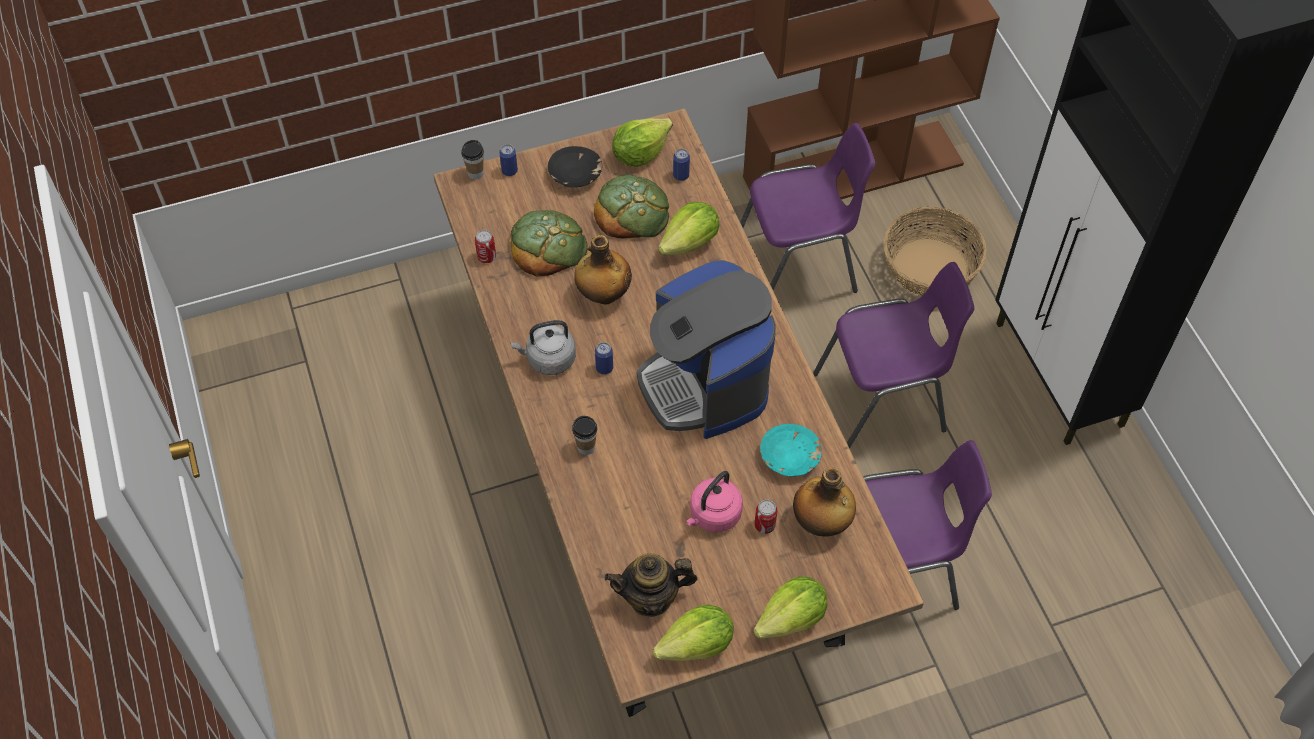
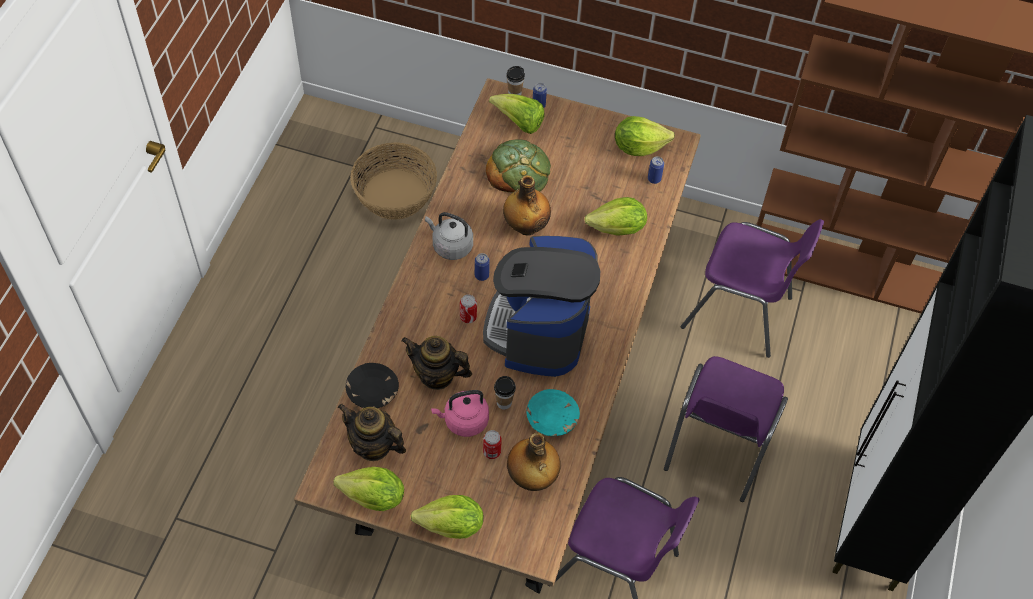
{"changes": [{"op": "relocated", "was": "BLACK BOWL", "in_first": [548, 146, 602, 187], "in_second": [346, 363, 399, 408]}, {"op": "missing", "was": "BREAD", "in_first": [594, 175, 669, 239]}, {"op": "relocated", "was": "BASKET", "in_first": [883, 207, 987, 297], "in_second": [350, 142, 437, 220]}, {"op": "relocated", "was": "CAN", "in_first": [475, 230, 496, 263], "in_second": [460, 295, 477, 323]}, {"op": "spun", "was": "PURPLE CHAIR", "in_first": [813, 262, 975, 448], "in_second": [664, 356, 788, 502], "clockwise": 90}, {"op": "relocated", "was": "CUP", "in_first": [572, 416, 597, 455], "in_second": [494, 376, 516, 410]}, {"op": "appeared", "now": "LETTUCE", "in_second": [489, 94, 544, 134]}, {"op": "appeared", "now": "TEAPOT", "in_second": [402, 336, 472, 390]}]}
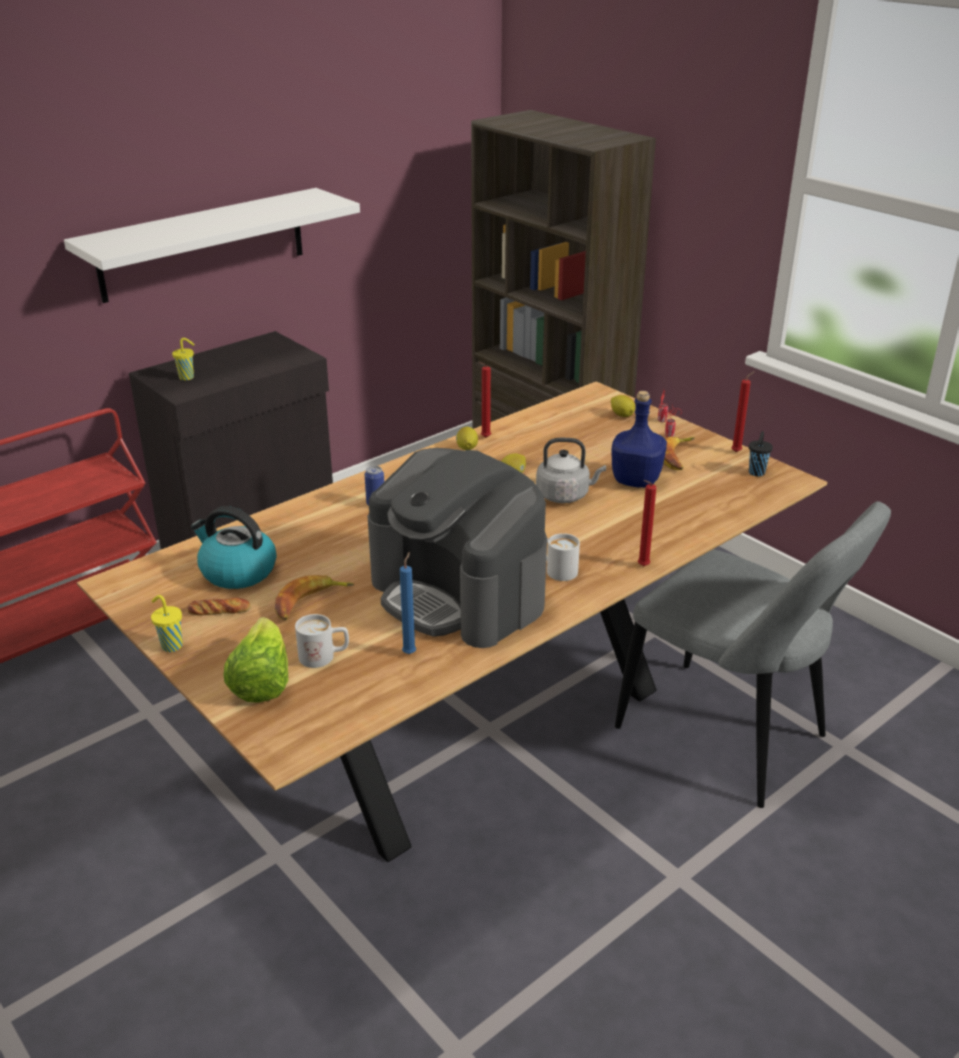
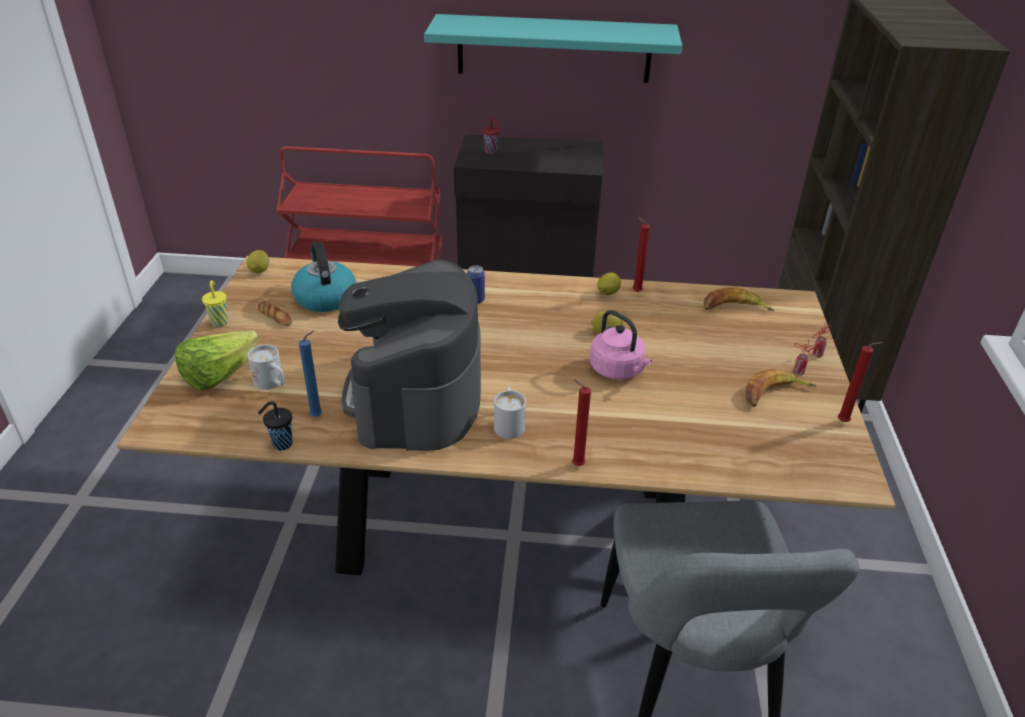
{"changes": [{"op": "colour", "was": "WHITE SHELF", "now": "TURQUOISE SHELF", "in_first": [64, 188, 360, 303], "in_second": [424, 14, 682, 83]}, {"op": "colour", "was": "YELLOW CUP", "now": "RED CUP", "in_first": [172, 338, 195, 380], "in_second": [482, 118, 500, 154]}, {"op": "missing", "was": "BLUE BOTTLE", "in_first": [611, 391, 667, 488]}, {"op": "relocated", "was": "LEMON", "in_first": [611, 395, 635, 417], "in_second": [247, 250, 269, 273]}, {"op": "relocated", "was": "BLACK CUP", "in_first": [749, 431, 773, 476], "in_second": [258, 401, 293, 451]}, {"op": "colour", "was": "GREY KETTLE", "now": "PINK KETTLE", "in_first": [536, 438, 606, 503], "in_second": [590, 310, 652, 380]}, {"op": "relocated", "was": "BANANA", "in_first": [275, 575, 354, 620], "in_second": [704, 287, 774, 311]}]}
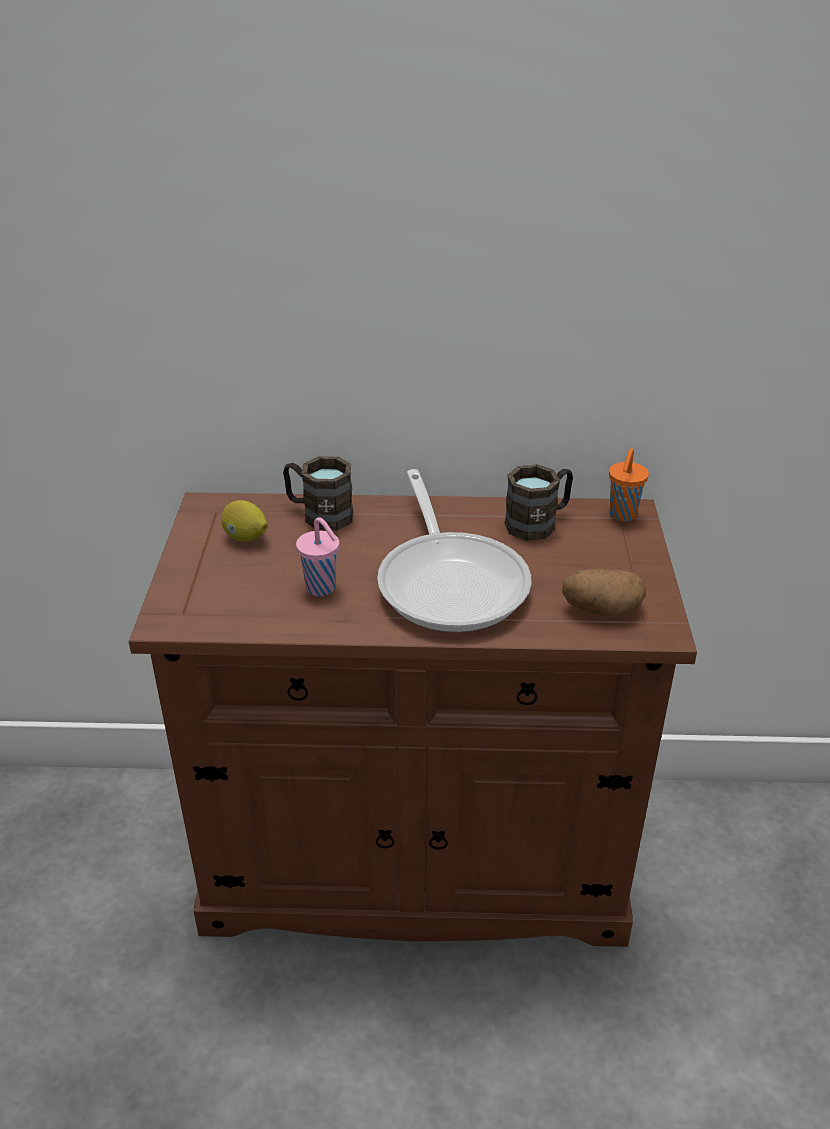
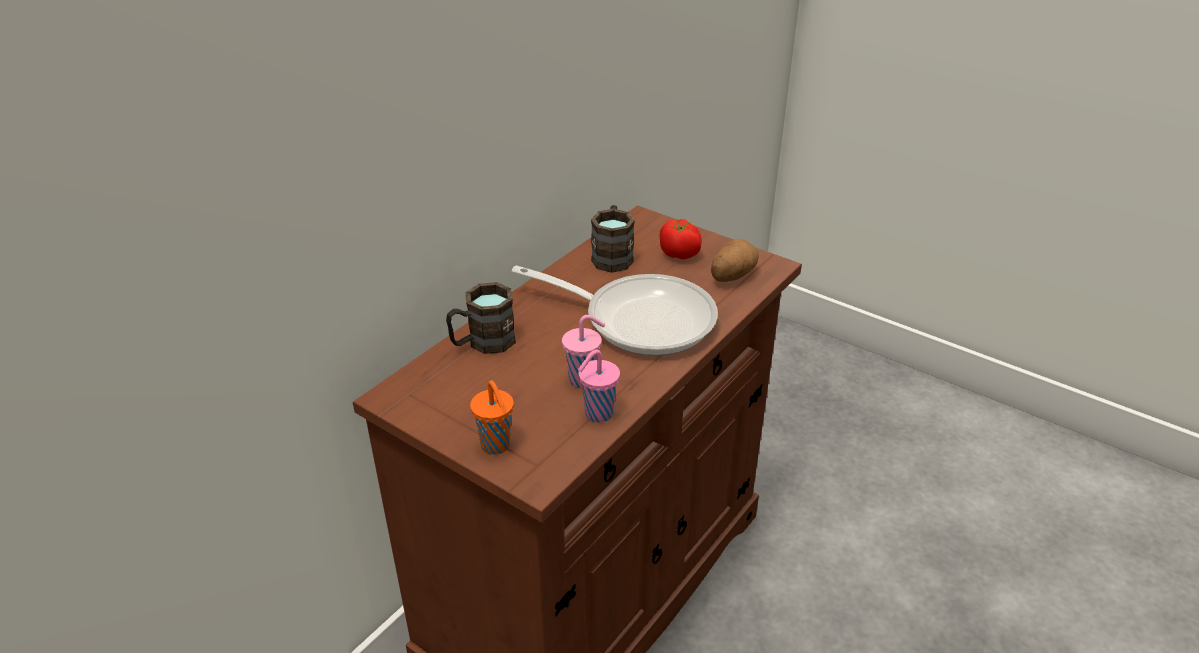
{"changes": [{"op": "relocated", "was": "ORANGE CUP", "in_first": [609, 448, 649, 522], "in_second": [470, 380, 514, 455]}, {"op": "missing", "was": "LEMON", "in_first": [221, 500, 268, 542]}, {"op": "appeared", "now": "TOMATO", "in_second": [659, 219, 702, 260]}, {"op": "appeared", "now": "PINK CUP", "in_second": [578, 350, 620, 423]}]}
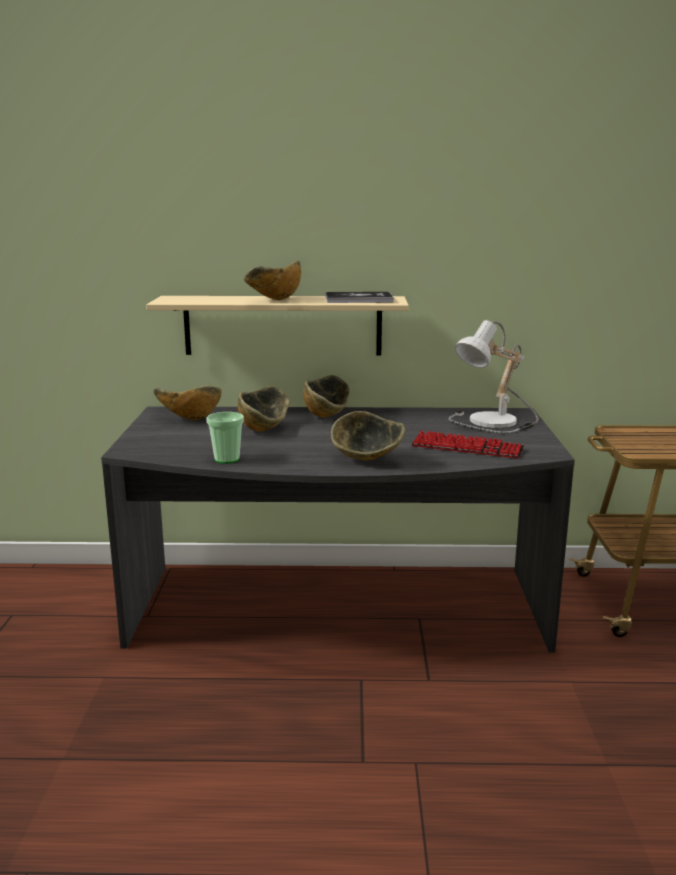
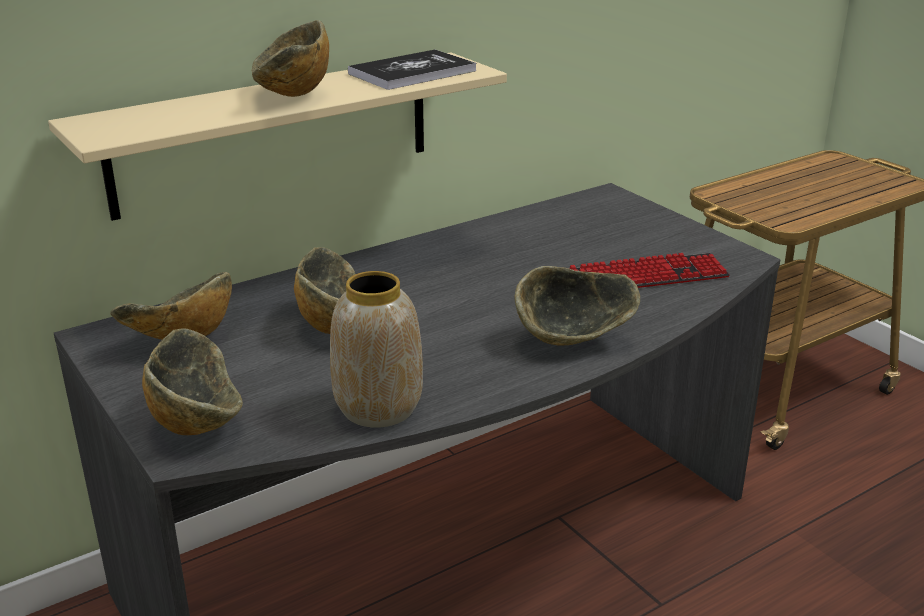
{"changes": [{"op": "missing", "was": "TABLE LAMP", "in_first": [449, 320, 539, 433]}, {"op": "relocated", "was": "BOWL", "in_first": [303, 375, 350, 418], "in_second": [142, 328, 243, 435]}, {"op": "exchanged", "was": "CUP", "now": "VASE", "in_first": [206, 412, 244, 464], "in_second": [330, 271, 423, 428]}]}
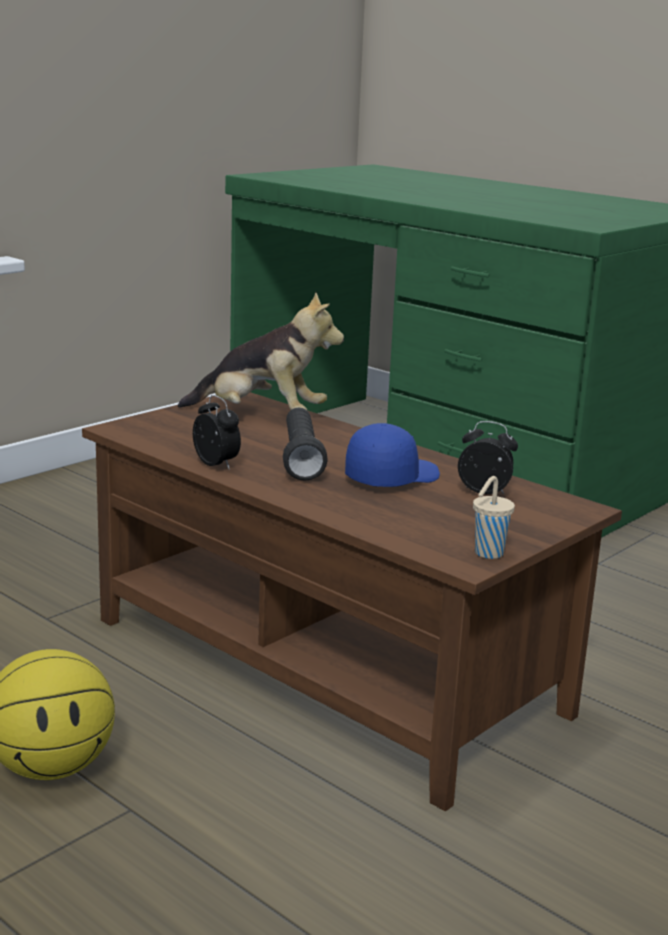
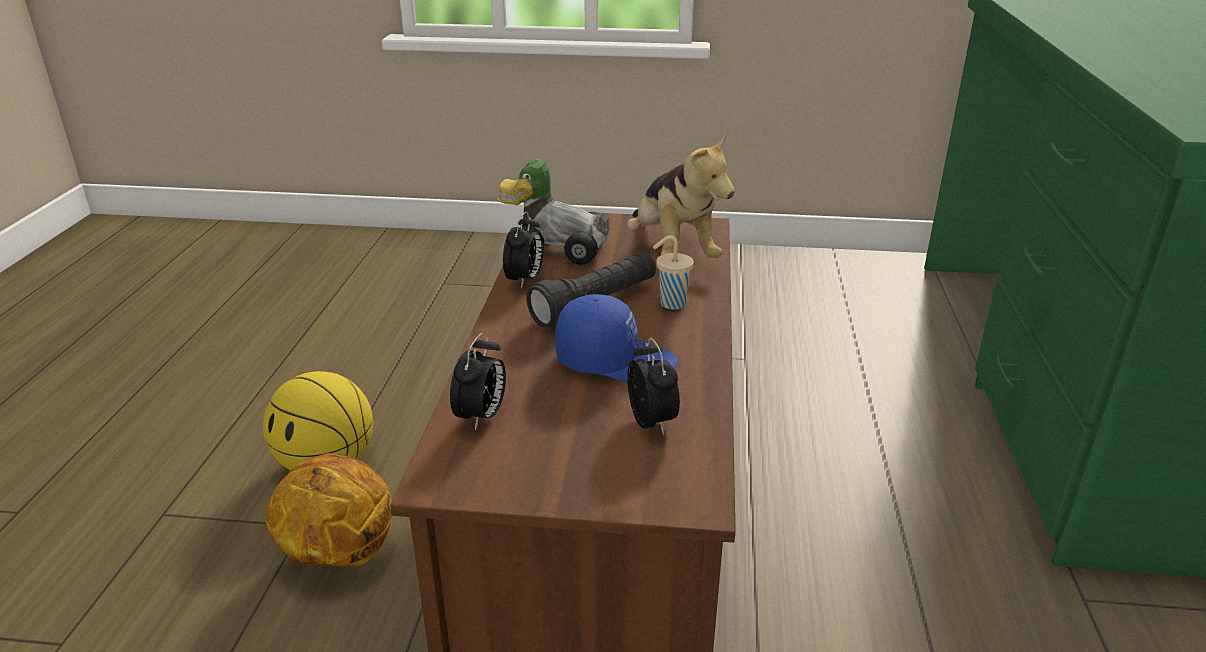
{"changes": [{"op": "relocated", "was": "BEIGE CUP", "in_first": [473, 476, 515, 559], "in_second": [653, 235, 694, 310]}, {"op": "appeared", "now": "TOY CAR", "in_second": [497, 160, 610, 265]}, {"op": "appeared", "now": "ALARM CLOCK", "in_second": [450, 333, 506, 431]}, {"op": "appeared", "now": "BASKETBALL", "in_second": [266, 453, 392, 566]}]}
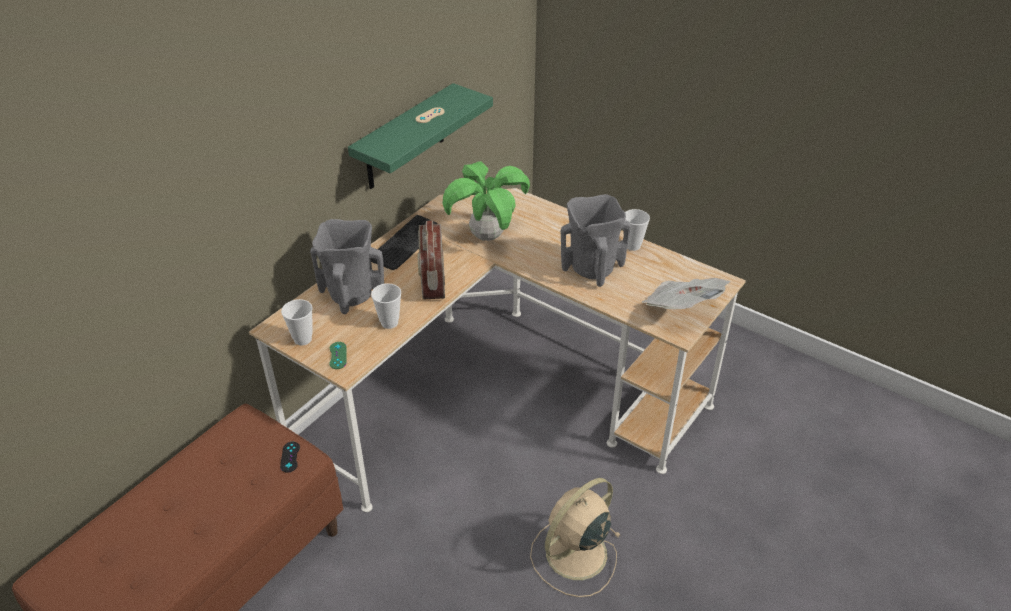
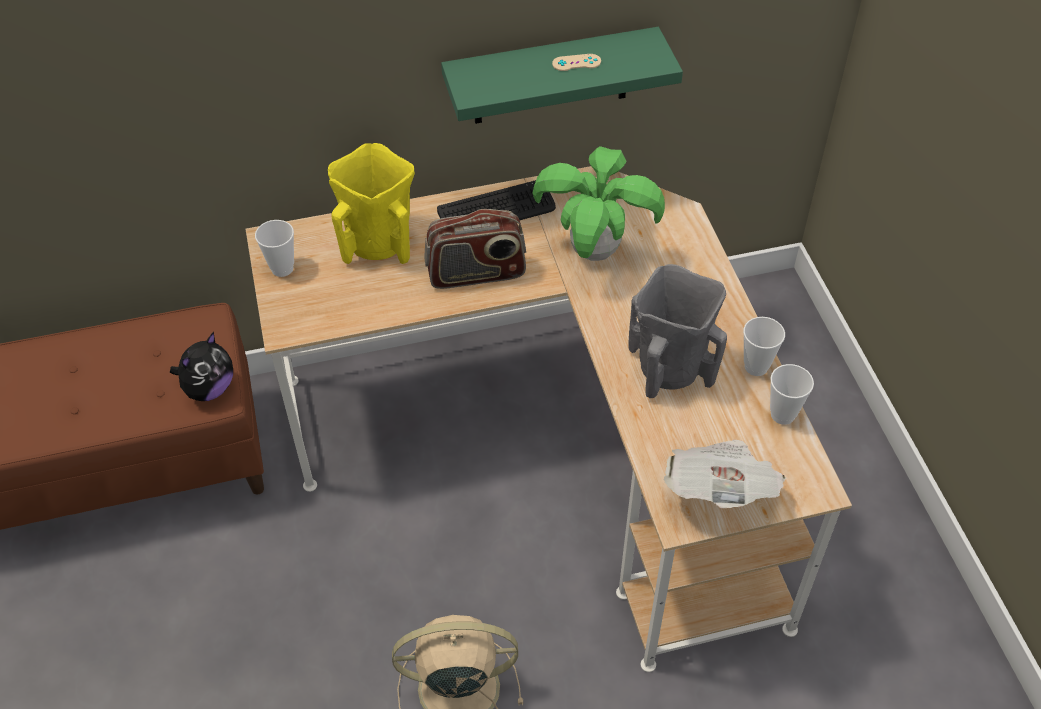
{"changes": [{"op": "colour", "was": "GREY VASE", "now": "YELLOW VASE", "in_first": [310, 219, 384, 314], "in_second": [328, 143, 415, 264]}, {"op": "spun", "was": "RADIO", "in_first": [418, 220, 445, 300], "in_second": [425, 209, 526, 289], "clockwise": -135}, {"op": "relocated", "was": "CUP", "in_first": [371, 283, 401, 329], "in_second": [770, 364, 814, 425]}, {"op": "missing", "was": "GREEN GAME CONTROLLER", "in_first": [329, 342, 347, 369]}, {"op": "exchanged", "was": "BLACK GAME CONTROLLER", "now": "PLUSH TOY", "in_first": [280, 442, 300, 473], "in_second": [170, 332, 233, 401]}]}
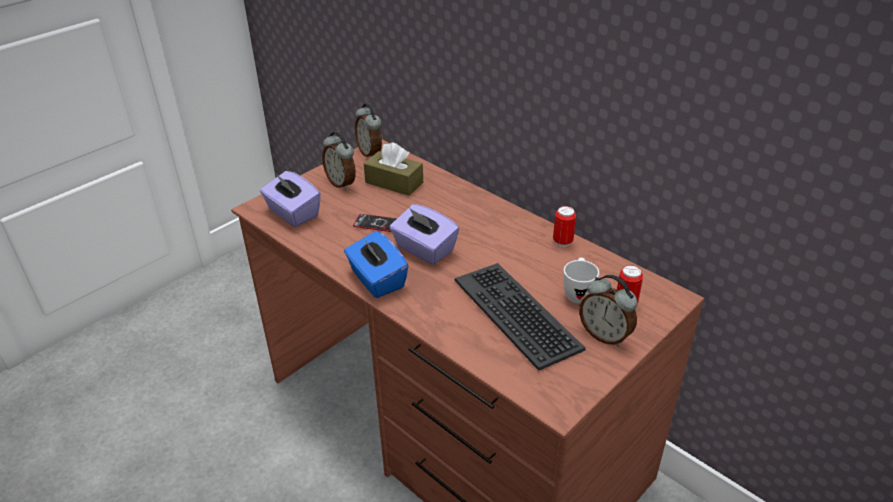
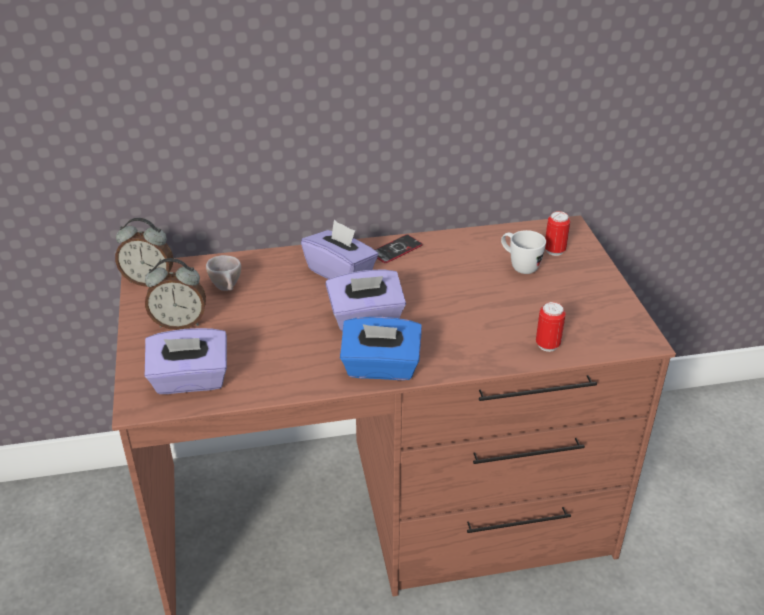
{"changes": [{"op": "exchanged", "was": "BROWN TISSUE BOX", "now": "BEIGE CUP", "in_first": [364, 142, 423, 196], "in_second": [206, 255, 241, 291]}, {"op": "relocated", "was": "CAN", "in_first": [553, 206, 576, 247], "in_second": [536, 302, 566, 352]}, {"op": "relocated", "was": "PHONE", "in_first": [353, 214, 397, 232], "in_second": [375, 235, 423, 263]}, {"op": "missing", "was": "KEYBOARD", "in_first": [454, 263, 586, 371]}, {"op": "missing", "was": "ALARM CLOCK", "in_first": [579, 274, 637, 347]}, {"op": "appeared", "now": "PURPLE TISSUE BOX", "in_second": [301, 220, 379, 279]}]}
